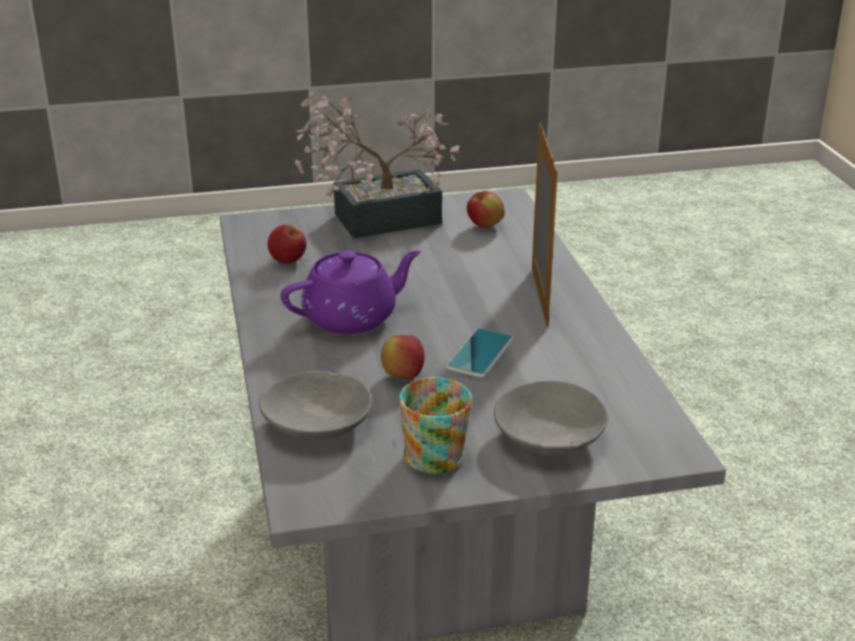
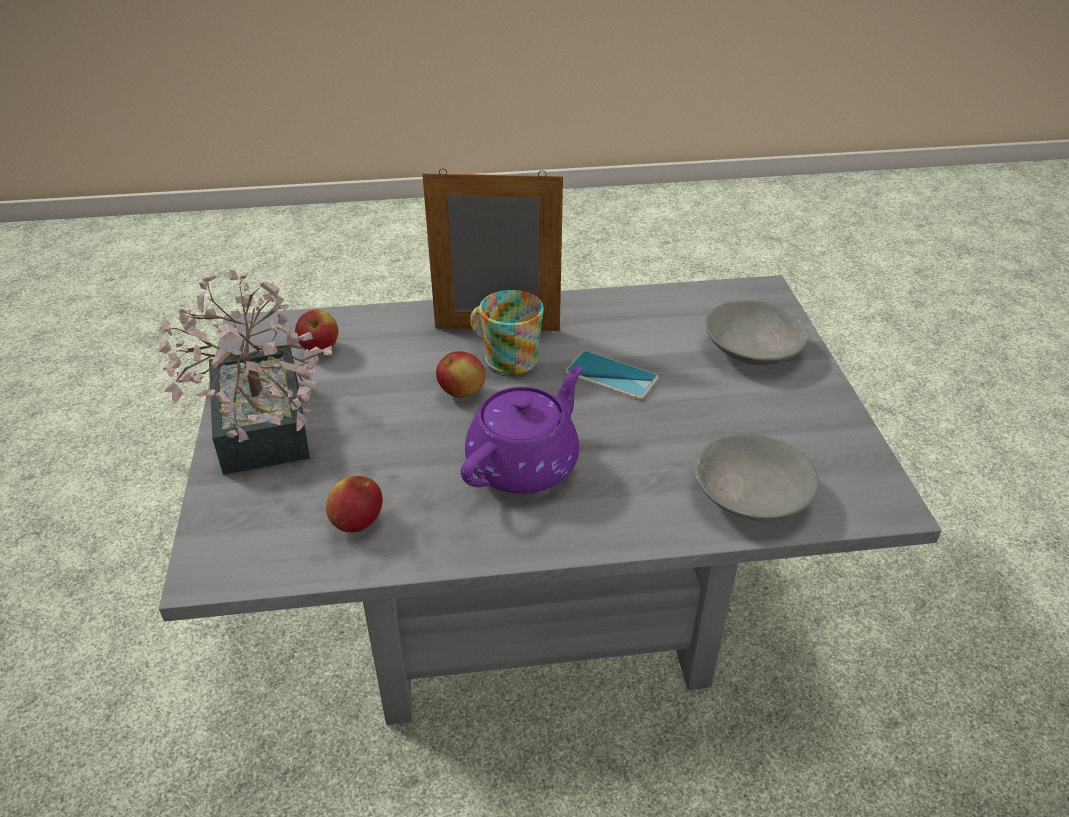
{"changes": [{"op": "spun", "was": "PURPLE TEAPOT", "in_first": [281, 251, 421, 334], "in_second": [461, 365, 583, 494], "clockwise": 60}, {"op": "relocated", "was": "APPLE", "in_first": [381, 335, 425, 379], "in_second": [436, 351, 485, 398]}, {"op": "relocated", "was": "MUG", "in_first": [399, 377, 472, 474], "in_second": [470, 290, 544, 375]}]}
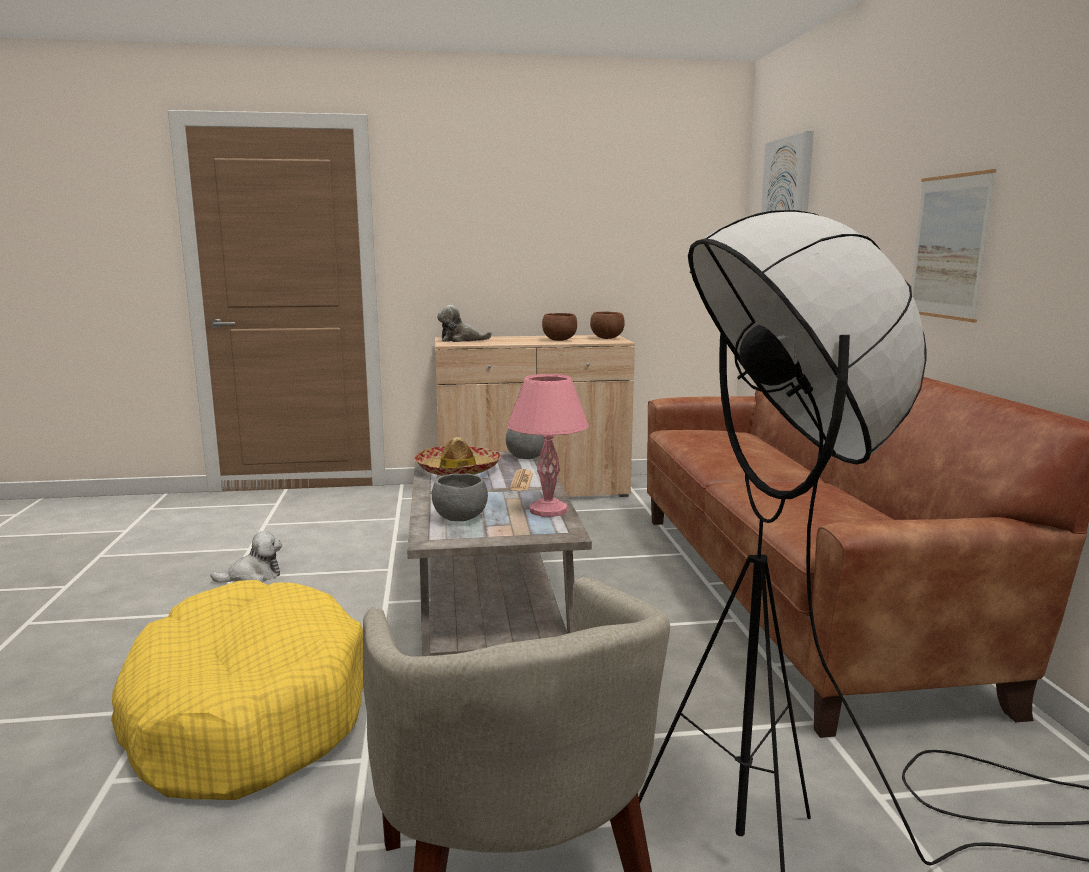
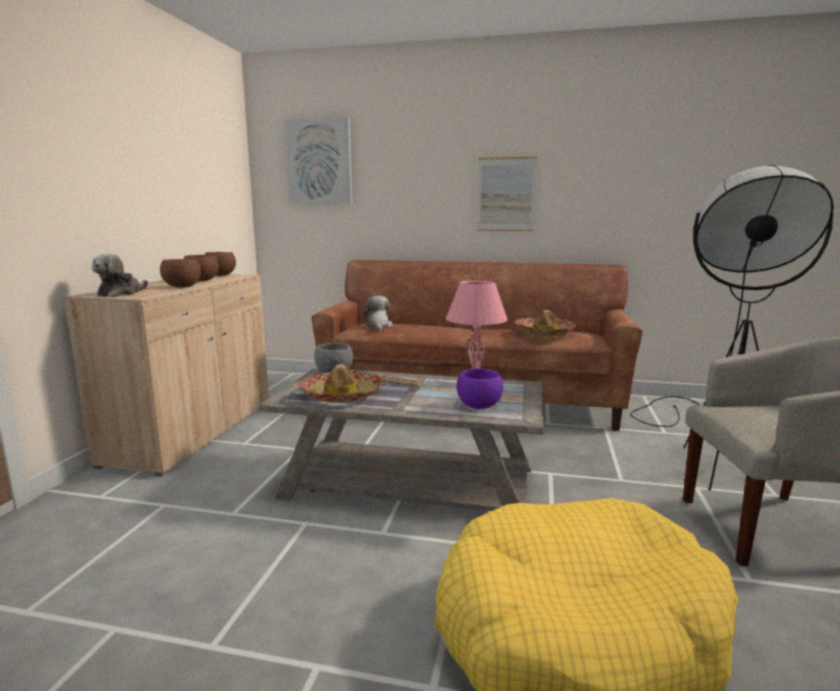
{"changes": [{"op": "colour", "was": "GREY BOWL", "now": "PURPLE BOWL", "in_first": [432, 473, 488, 521], "in_second": [457, 369, 503, 409]}, {"op": "relocated", "was": "PLUSH TOY", "in_first": [210, 531, 282, 583], "in_second": [363, 296, 393, 330]}, {"op": "appeared", "now": "BROWN BOWL", "in_second": [160, 259, 201, 288]}, {"op": "appeared", "now": "HAT", "in_second": [515, 310, 576, 337]}]}
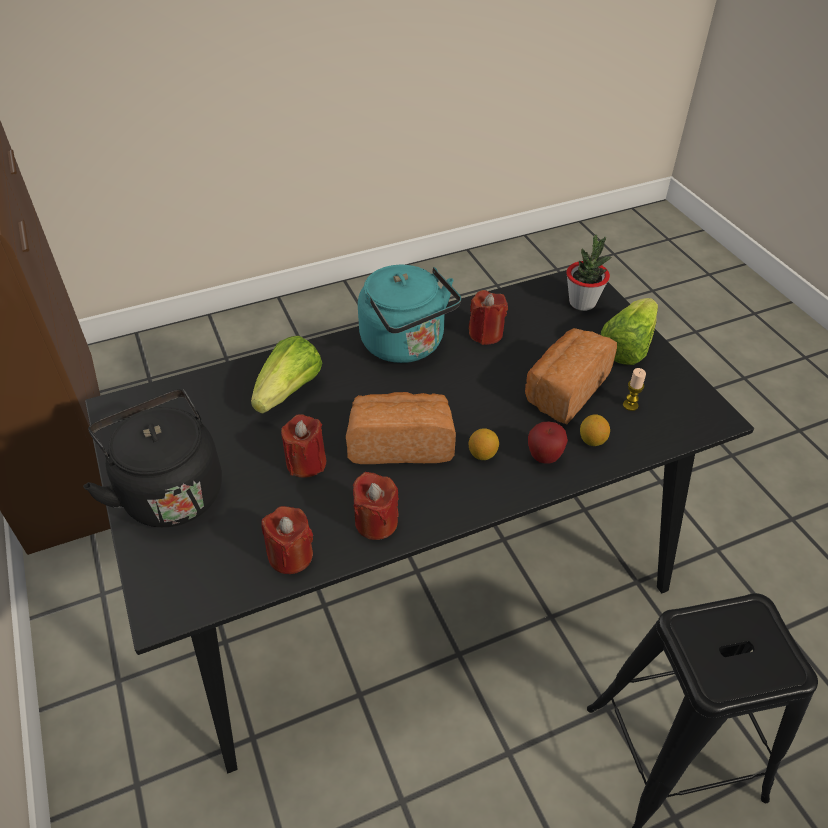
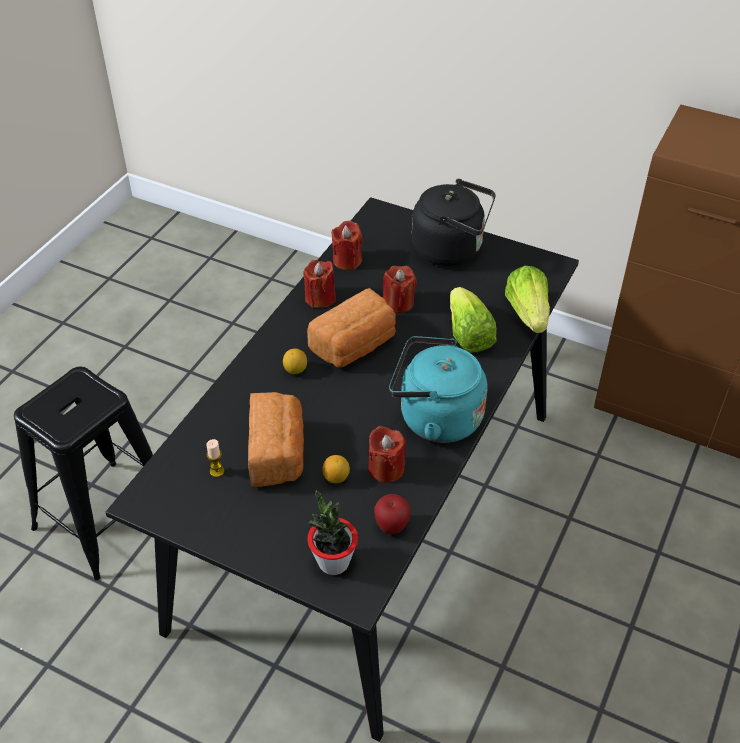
{"changes": [{"op": "relocated", "was": "LETTUCE", "in_first": [601, 298, 658, 365], "in_second": [505, 266, 550, 333]}, {"op": "relocated", "was": "LEMON", "in_first": [580, 414, 610, 446], "in_second": [323, 455, 350, 483]}, {"op": "relocated", "was": "APPLE", "in_first": [528, 421, 568, 464], "in_second": [374, 494, 411, 534]}]}
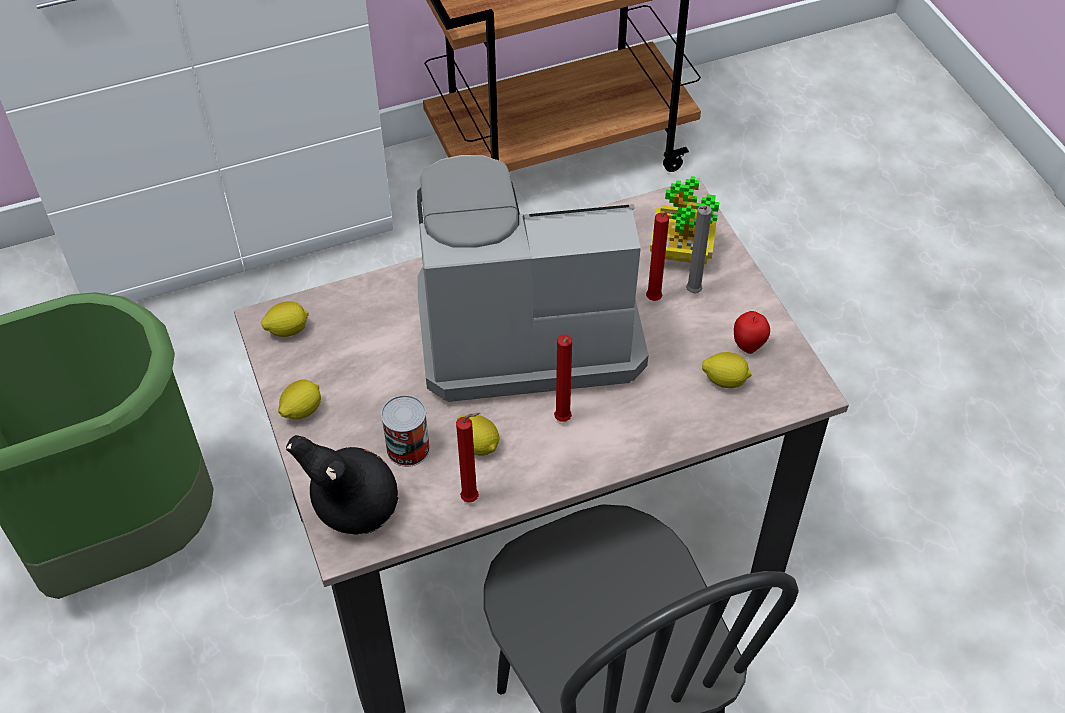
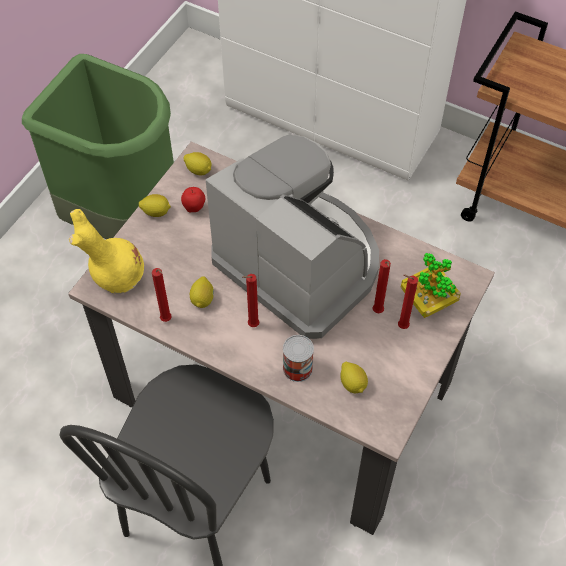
{"changes": [{"op": "colour", "was": "GREY CANDLE", "now": "RED CANDLE", "in_first": [686, 205, 712, 293], "in_second": [398, 275, 418, 329]}, {"op": "relocated", "was": "APPLE", "in_first": [734, 311, 770, 354], "in_second": [181, 187, 205, 212]}, {"op": "relocated", "was": "CAN", "in_first": [381, 395, 430, 467], "in_second": [283, 335, 314, 382]}, {"op": "colour", "was": "BLACK VASE", "now": "YELLOW VASE", "in_first": [286, 435, 399, 535], "in_second": [69, 209, 144, 294]}]}
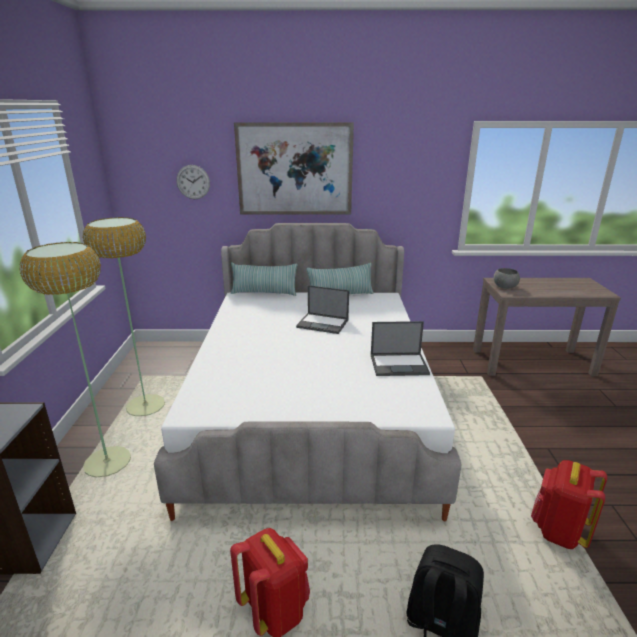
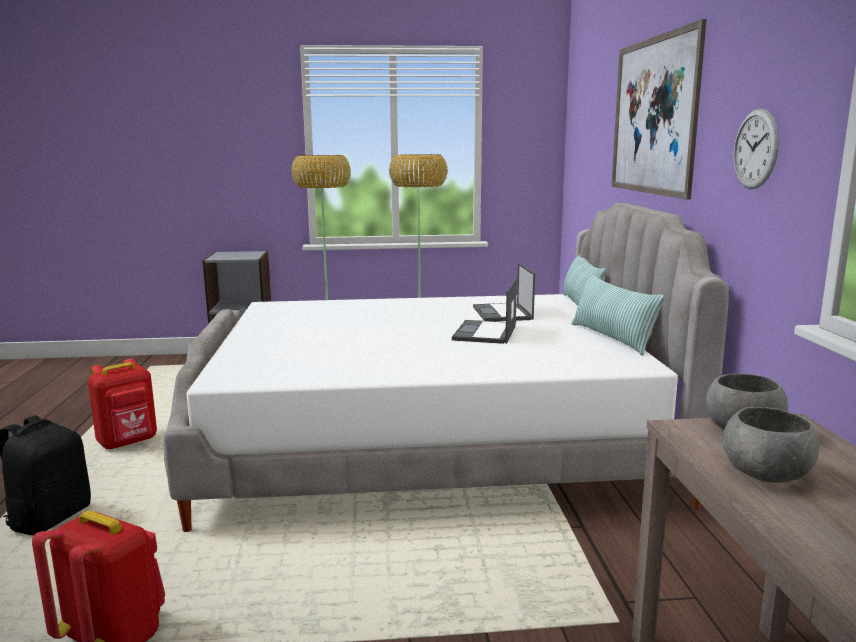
{"changes": [{"op": "relocated", "was": "WALL CLOCK", "in_first": [176, 165, 210, 199], "in_second": [734, 109, 779, 189]}, {"op": "relocated", "was": "LAPTOP", "in_first": [371, 321, 430, 376], "in_second": [473, 263, 535, 321]}, {"op": "appeared", "now": "GREY BOWL", "in_second": [723, 407, 819, 483]}]}
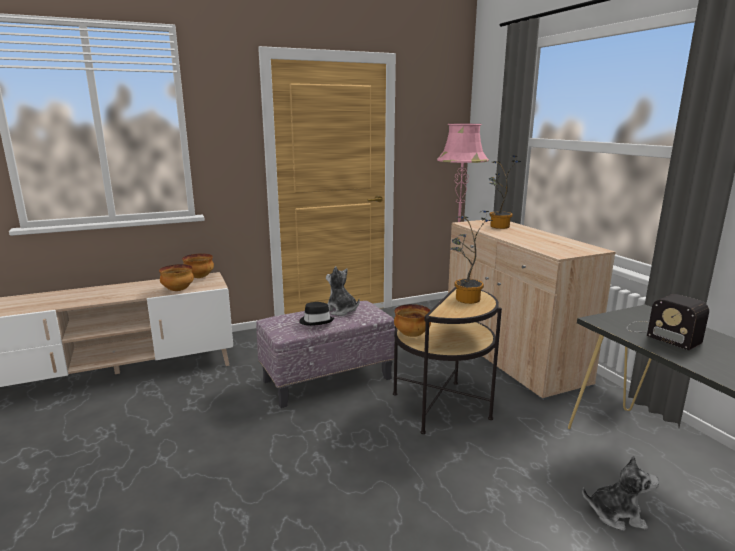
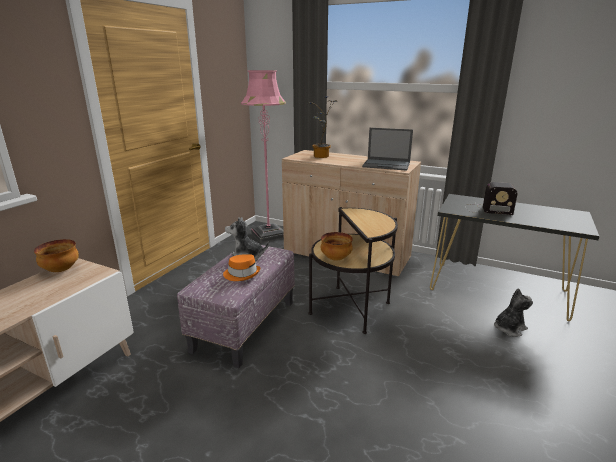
{"changes": [{"op": "missing", "was": "POTTED PLANT", "in_first": [450, 211, 493, 304]}, {"op": "missing", "was": "BOWL", "in_first": [159, 264, 194, 291]}, {"op": "colour", "was": "BLACK HAT", "now": "ORANGE HAT", "in_first": [299, 302, 334, 326], "in_second": [223, 254, 261, 281]}, {"op": "appeared", "now": "LAPTOP", "in_second": [362, 128, 413, 171]}]}
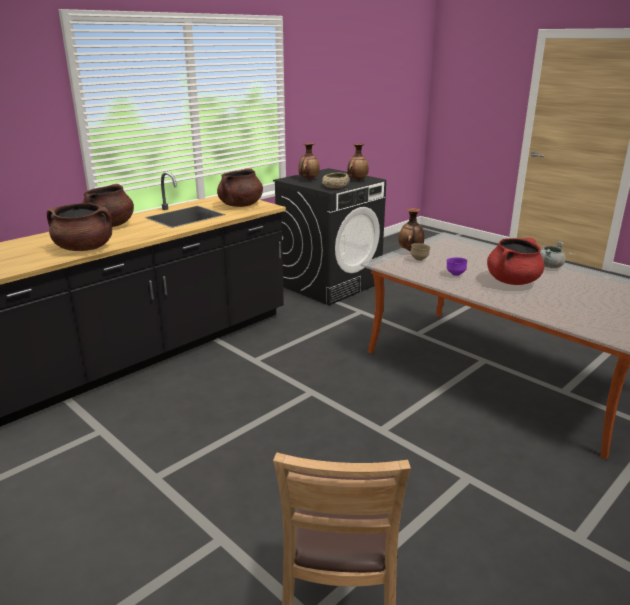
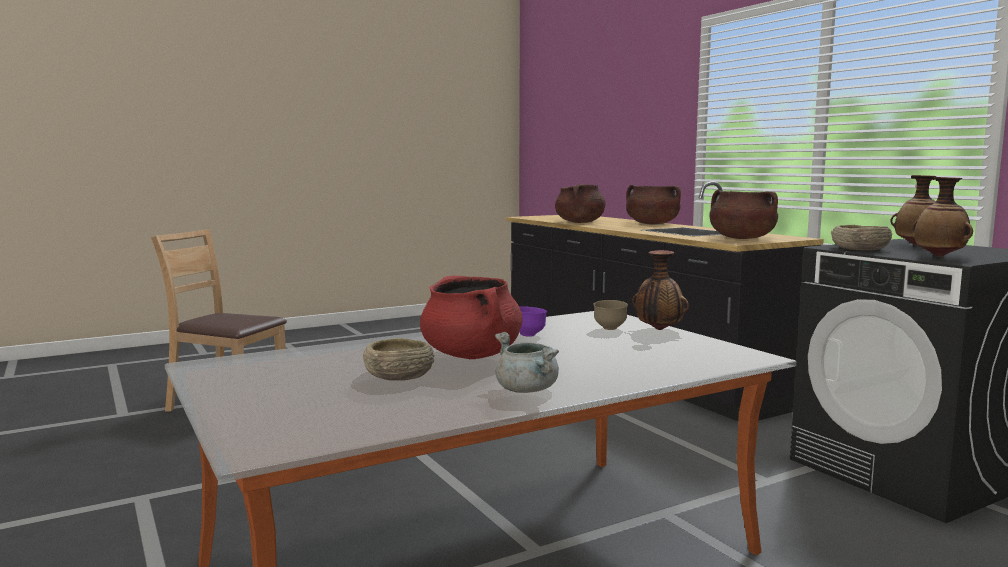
{"changes": [{"op": "appeared", "now": "BEIGE BOWL", "in_second": [363, 338, 434, 381]}]}
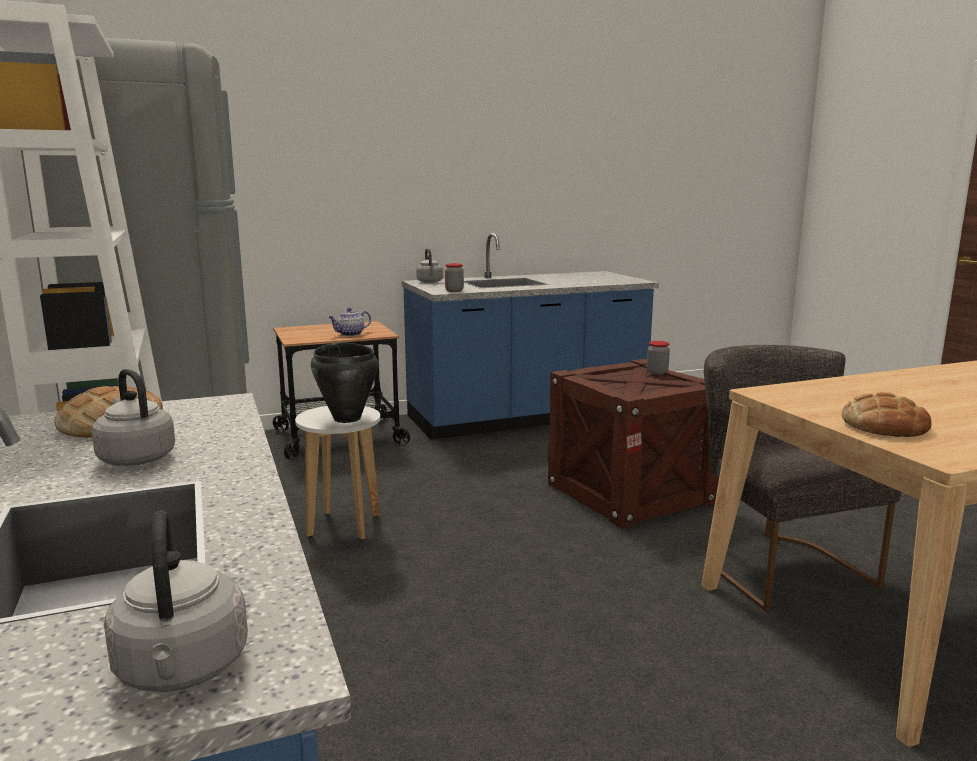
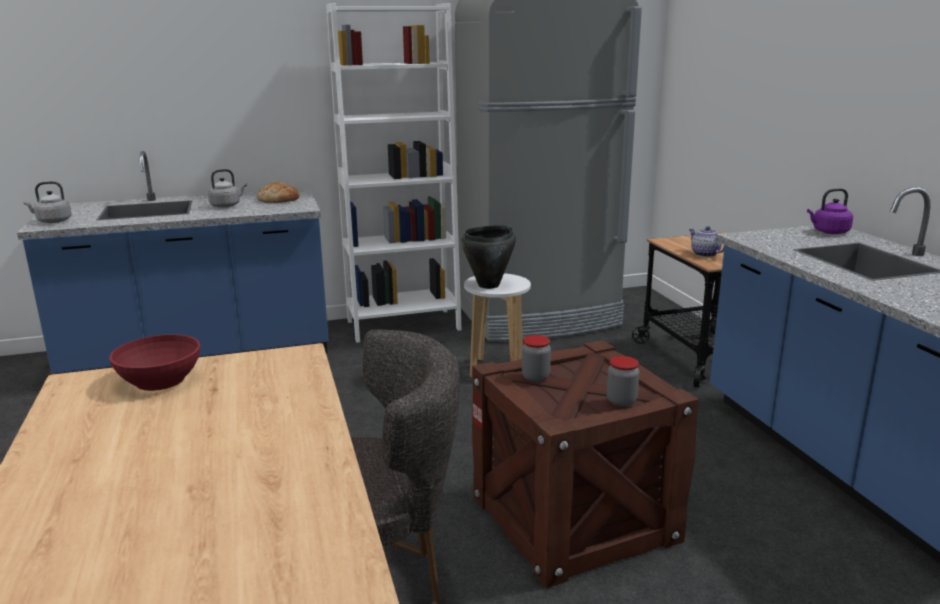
{"changes": [{"op": "colour", "was": "GREY KETTLE", "now": "PURPLE KETTLE", "in_first": [416, 249, 443, 283], "in_second": [807, 188, 853, 234]}, {"op": "relocated", "was": "JAR", "in_first": [445, 263, 464, 292], "in_second": [522, 335, 551, 382]}, {"op": "exchanged", "was": "BREAD", "now": "RED BOWL", "in_first": [842, 392, 932, 437], "in_second": [109, 334, 200, 391]}]}
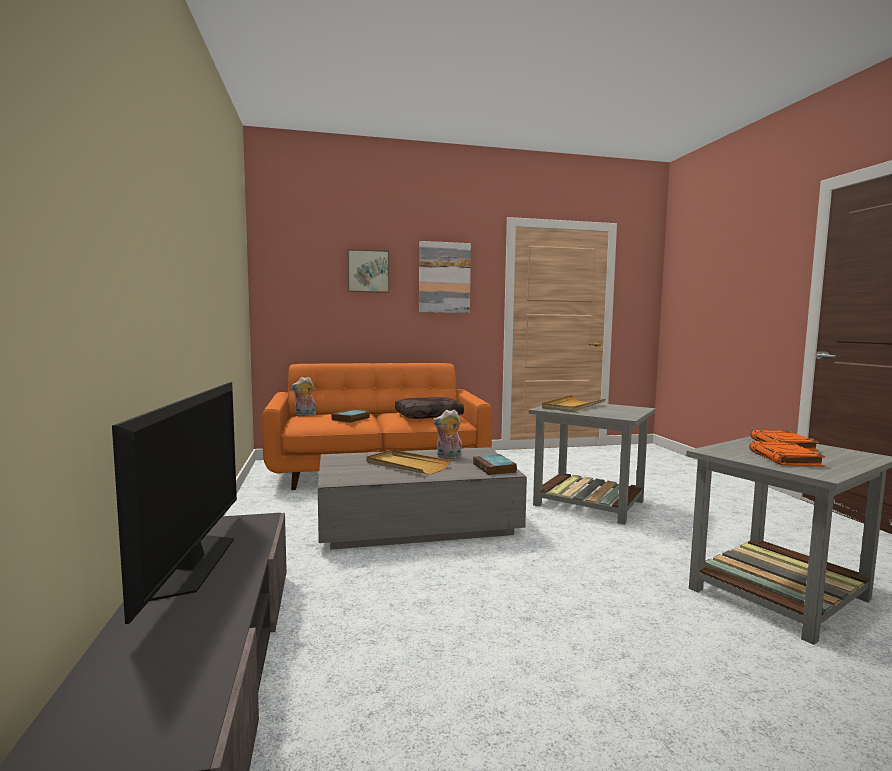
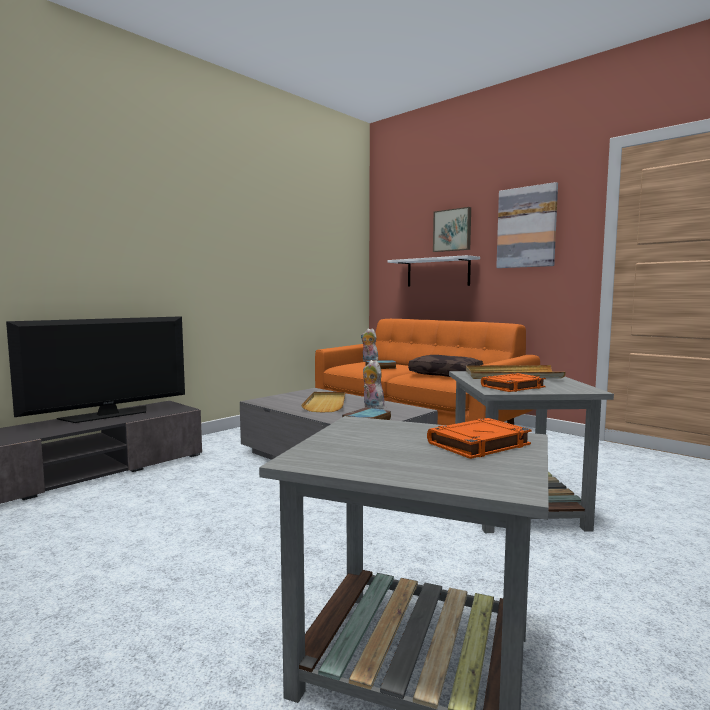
{"changes": [{"op": "relocated", "was": "ORANGE BOOK", "in_first": [749, 441, 825, 467], "in_second": [481, 373, 546, 392]}, {"op": "appeared", "now": "WHITE SHELF", "in_second": [388, 255, 480, 287]}]}
